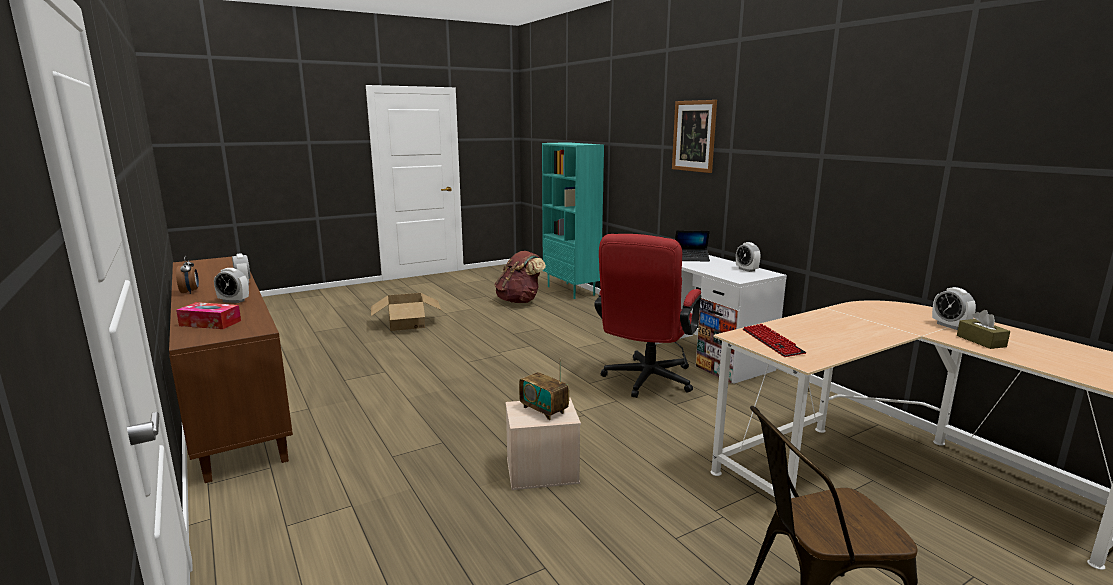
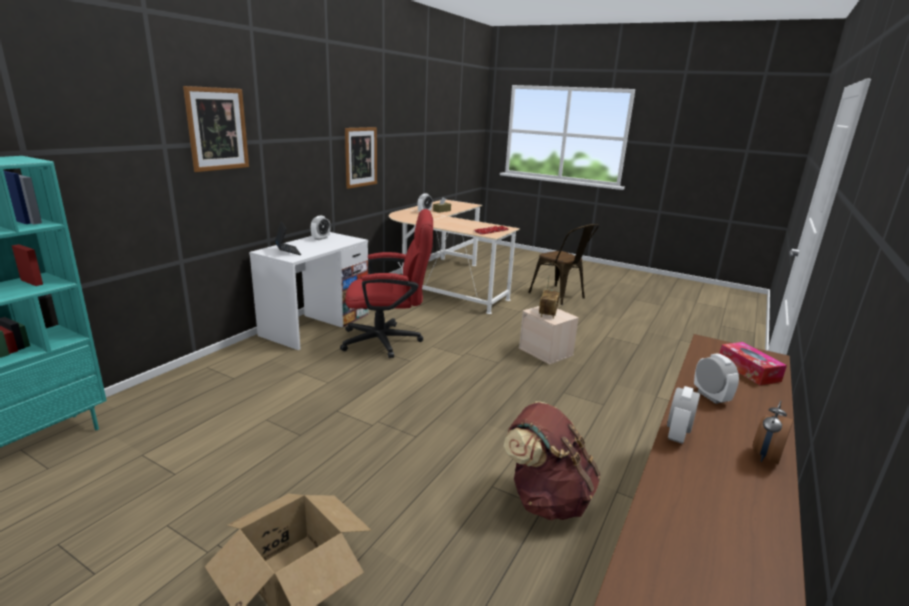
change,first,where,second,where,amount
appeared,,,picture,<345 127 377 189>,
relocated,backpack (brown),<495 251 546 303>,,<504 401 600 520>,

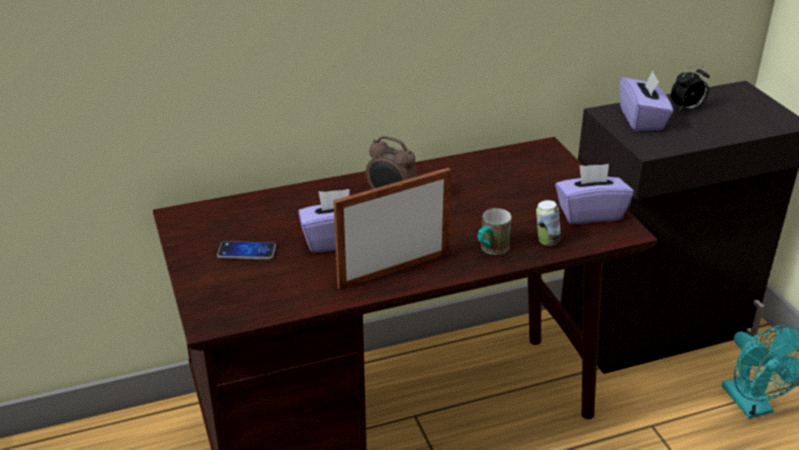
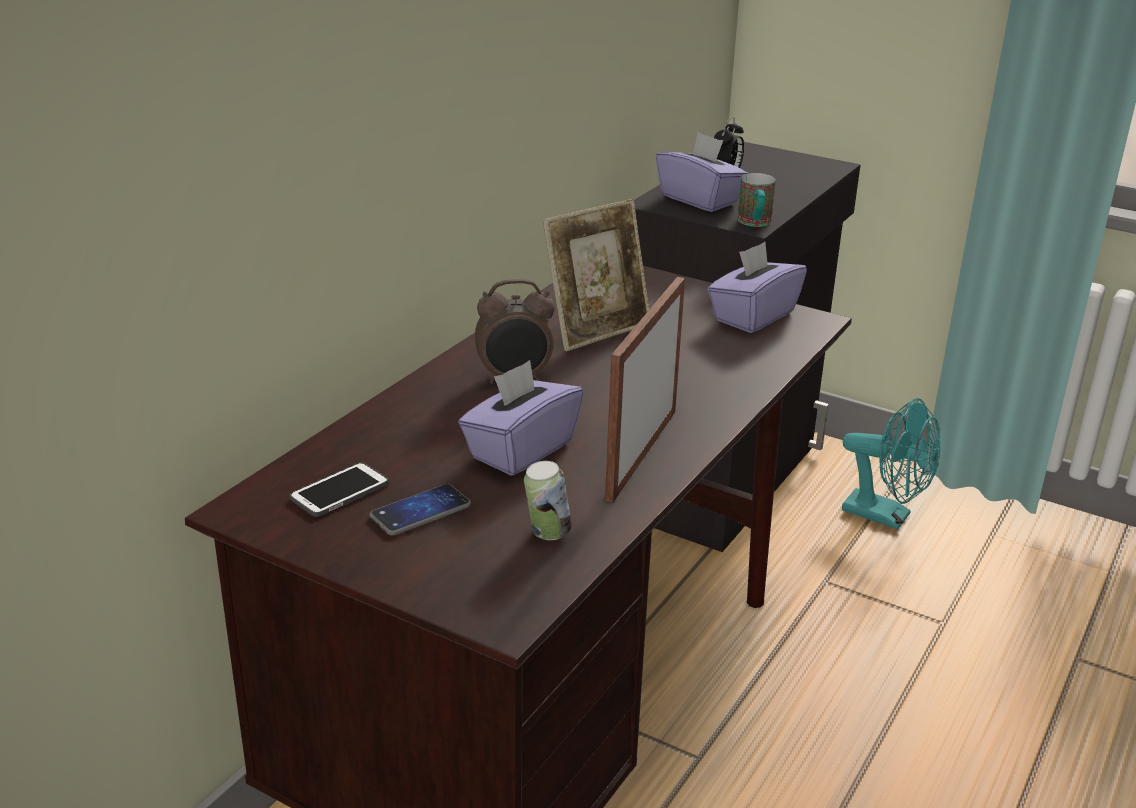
change,first,where,second,where,amount
appeared,,,phone,<289 462 389 517>,
relocated,can,<536 200 561 246>,,<524 461 572 540>,
appeared,,,picture frame,<543 199 649 351>,
relocated,mug,<478 208 512 255>,,<737 173 776 227>,

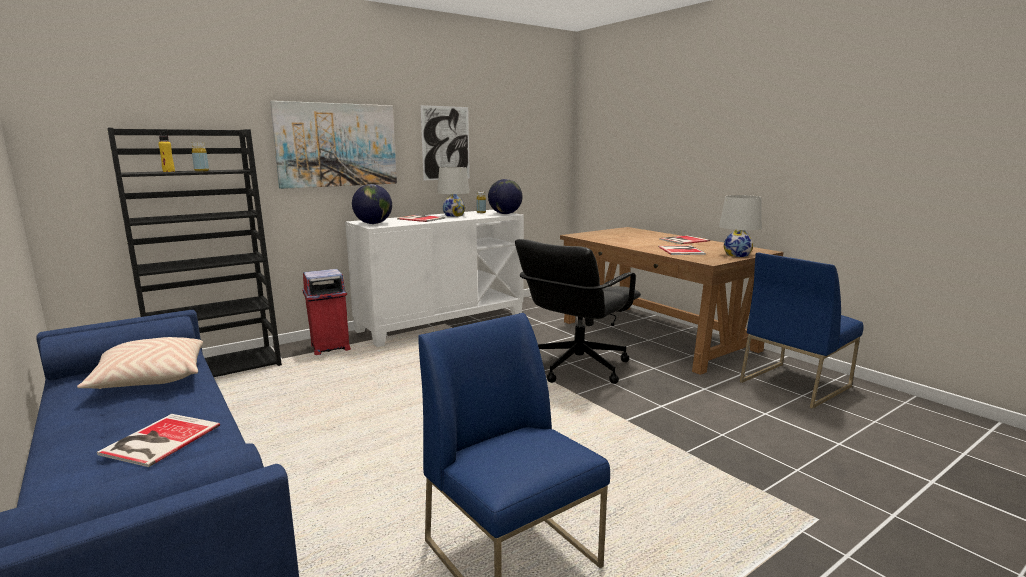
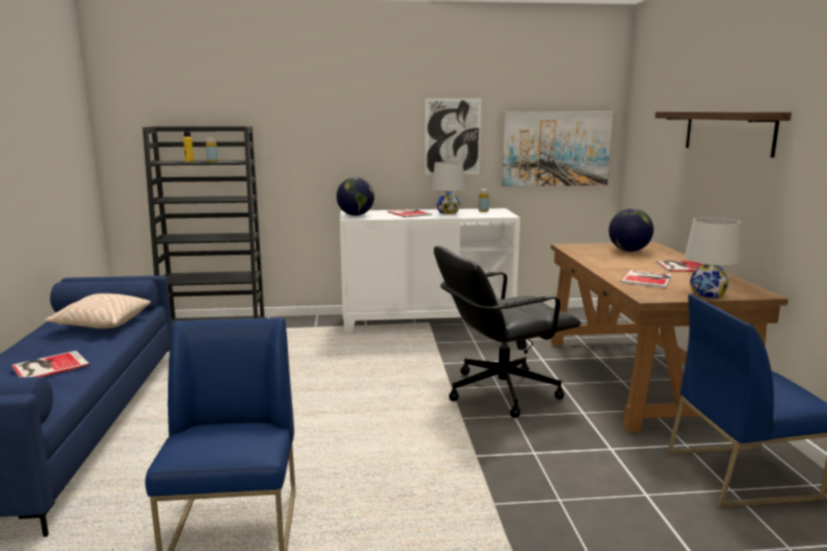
change,first,where,second,where,amount
relocated,picture,<270 101 397 189>,,<502 112 613 186>,
relocated,globe,<488 179 523 214>,,<609 208 654 252>,
appeared,,,shelf,<655 112 792 158>,
missing,trash can (red),<302 269 351 355>,,,

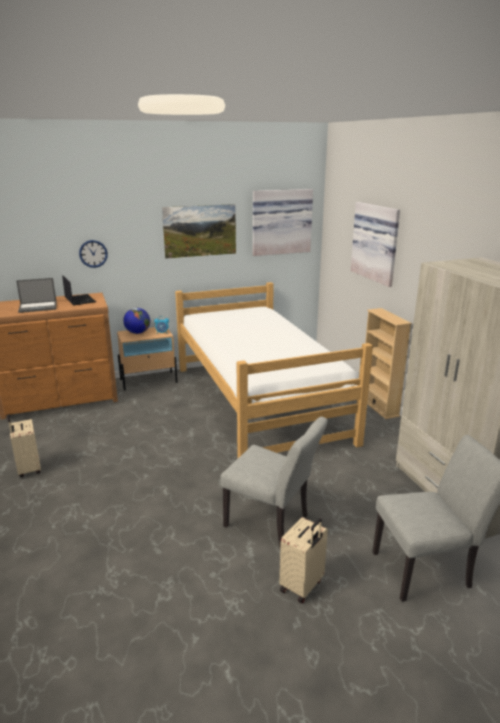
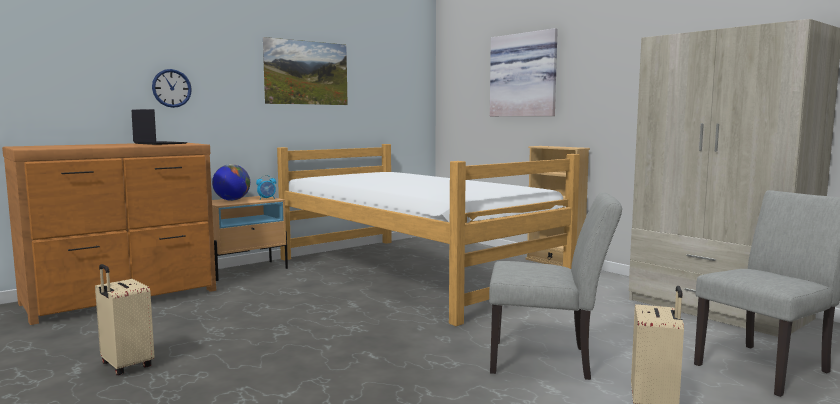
change,first,where,second,where,amount
missing,laptop,<16 278 57 313>,,,
missing,picture,<253 189 313 256>,,,

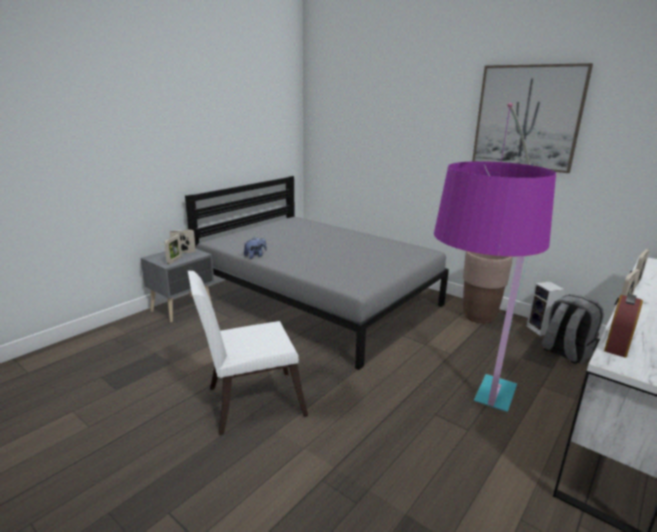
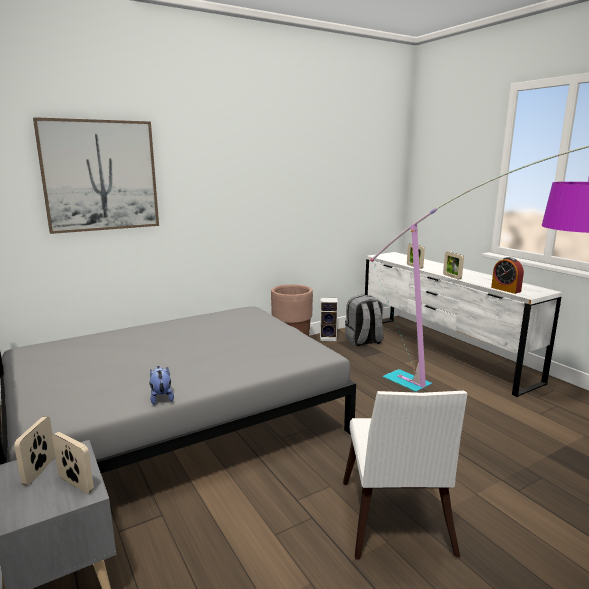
change,first,where,second,where,amount
relocated,picture,<472 63 593 173>,,<33 117 159 234>,

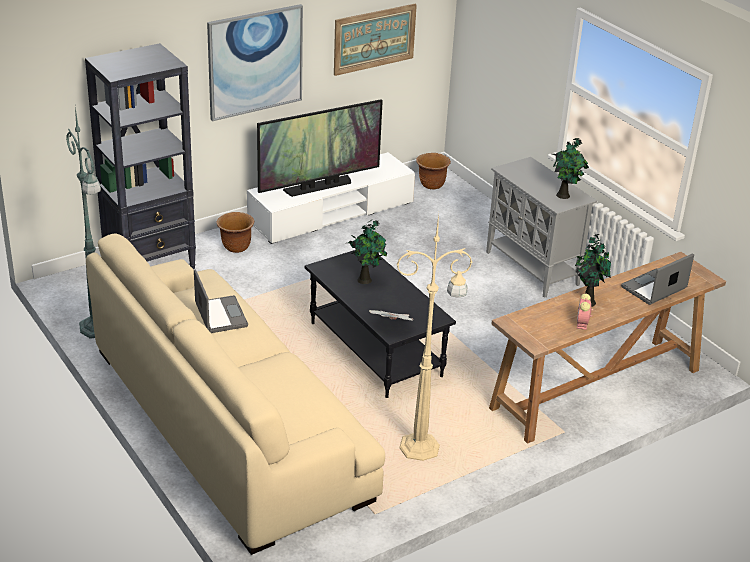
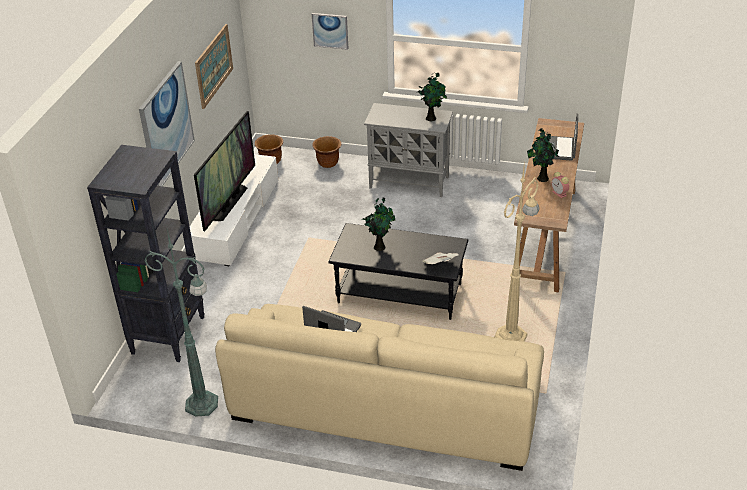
change,first,where,second,where,amount
appeared,,,picture,<312 13 348 50>,
relocated,planter (brown),<217 212 254 253>,,<312 136 341 168>,

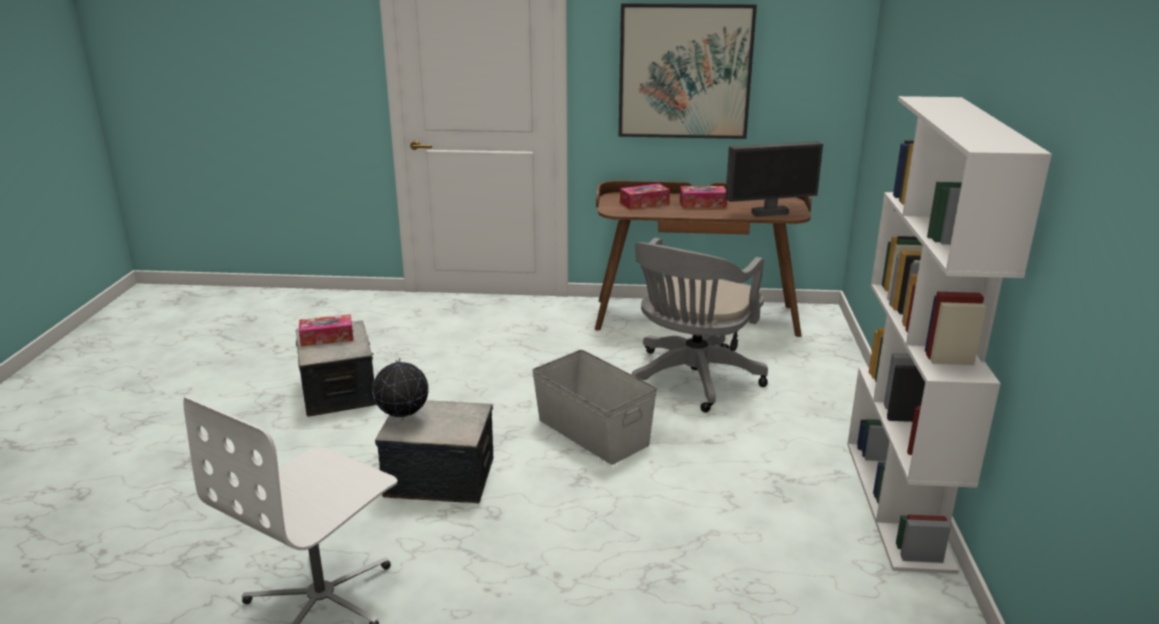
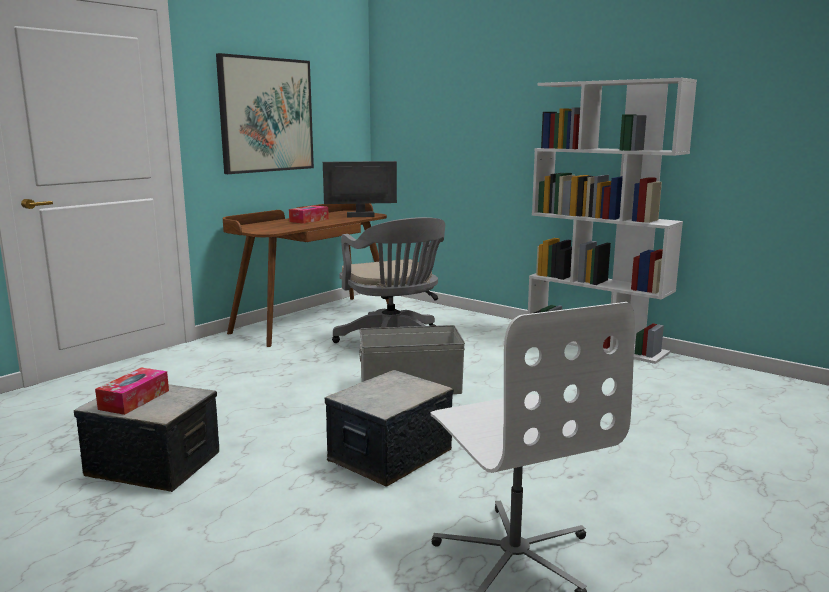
change,first,where,second,where,amount
spun,monitor,<725 141 823 217>,,<323 161 397 217>,120 degrees counterclockwise
missing,globe,<373 358 429 421>,,,
missing,tissue box,<620 184 670 209>,,,

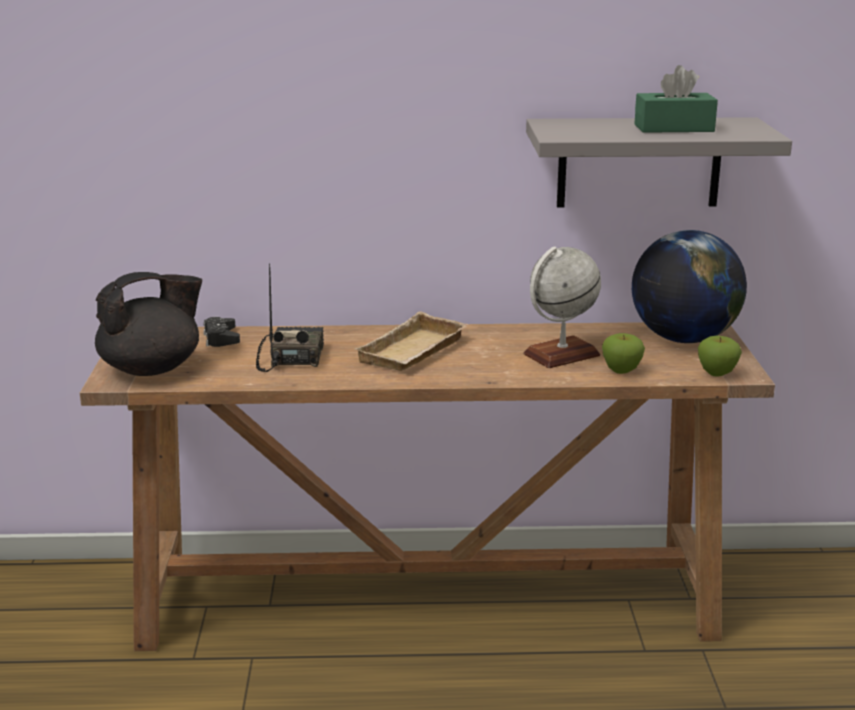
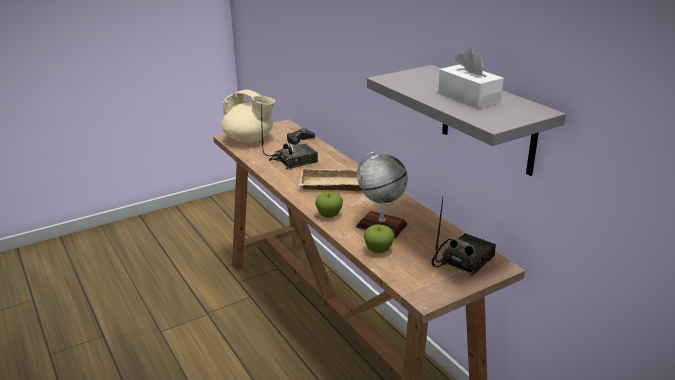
change,first,where,second,where,amount
colour,teapot (black),<95 272 202 376>,teapot (beige),<222 90 275 143>,
relocated,apple,<698 336 742 377>,,<315 192 343 218>,
exchanged,globe,<632 230 747 343>,radio,<431 198 496 276>,
colour,tissue box (green),<634 65 718 133>,tissue box (white),<438 48 504 109>,

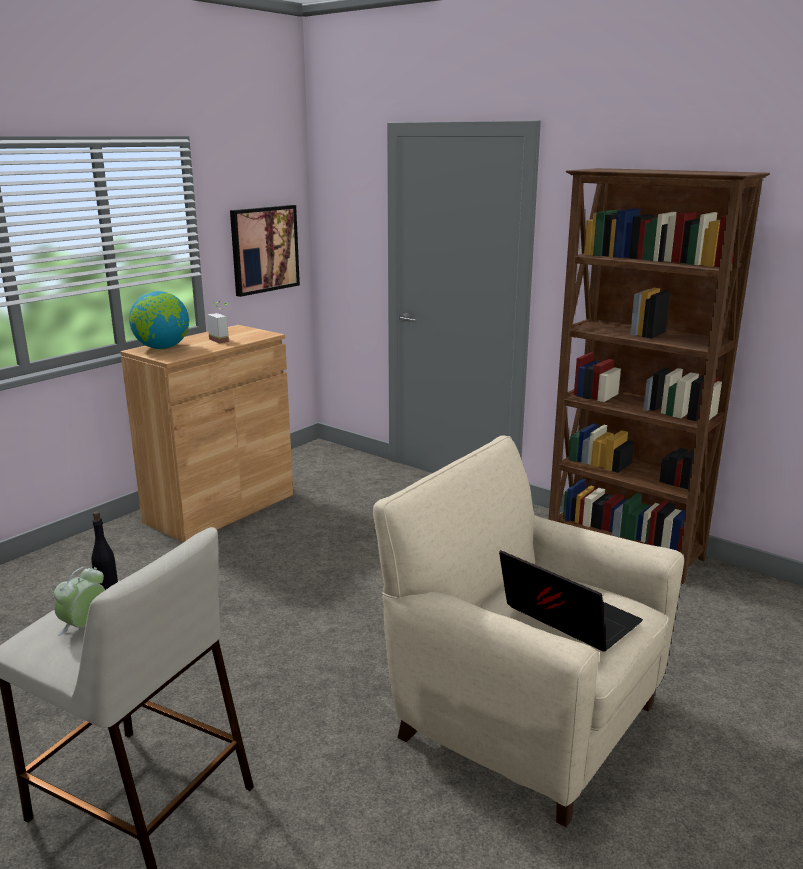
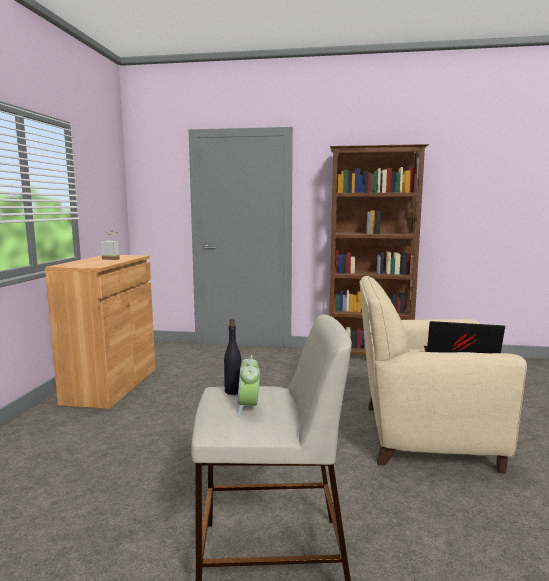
change,first,where,second,where,amount
missing,globe,<129 291 189 349>,,,
missing,picture,<230 205 300 297>,,,

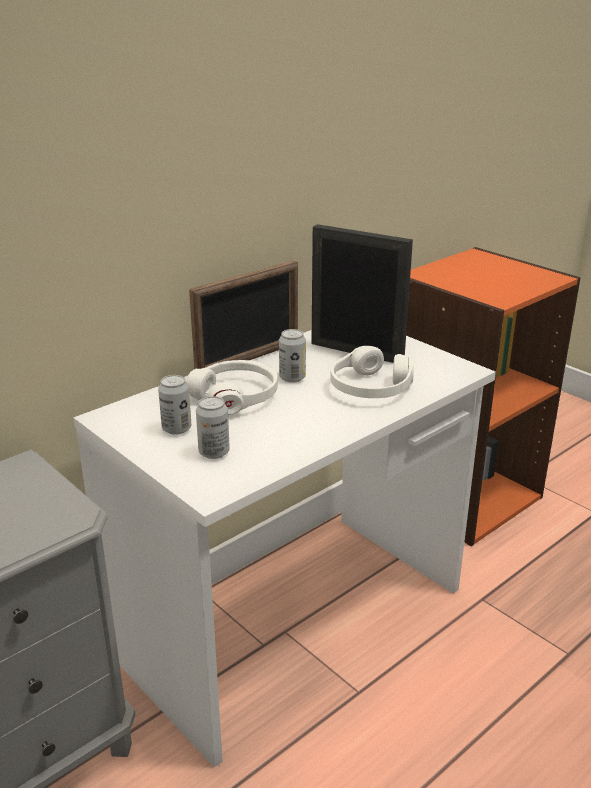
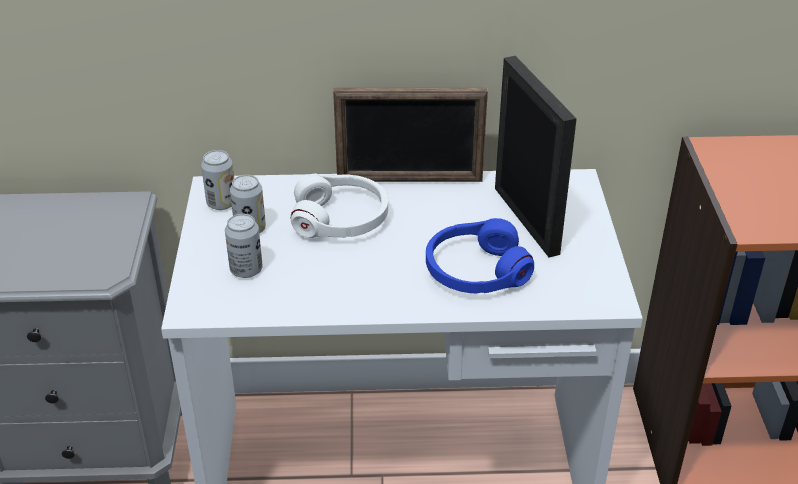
change,first,where,second,where,amount
relocated,can,<279 329 306 383>,,<201 150 234 210>,
colour,headphones (white),<330 346 414 398>,headphones (blue),<426 218 534 293>,

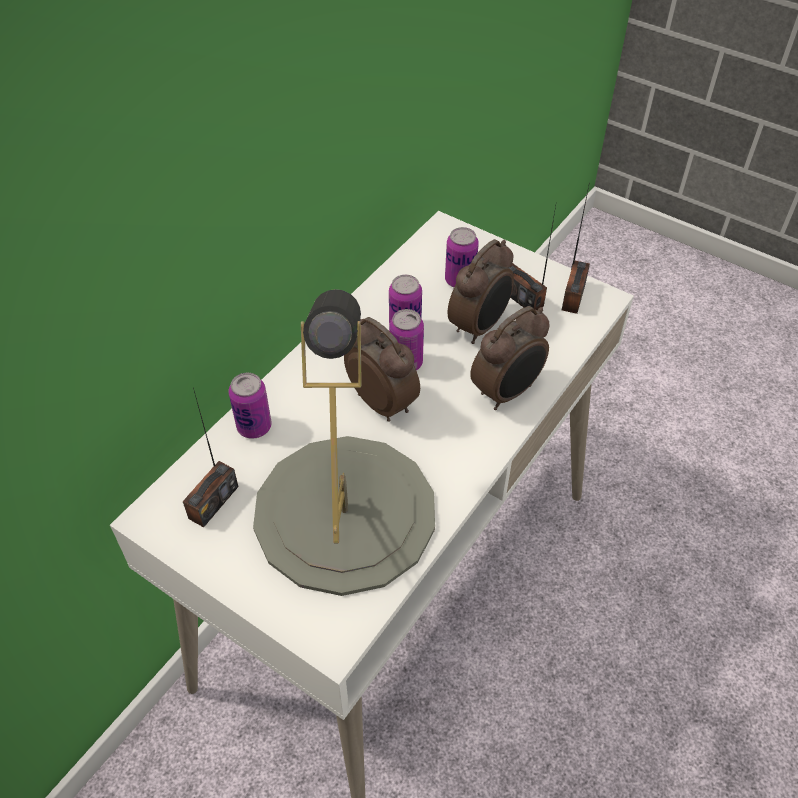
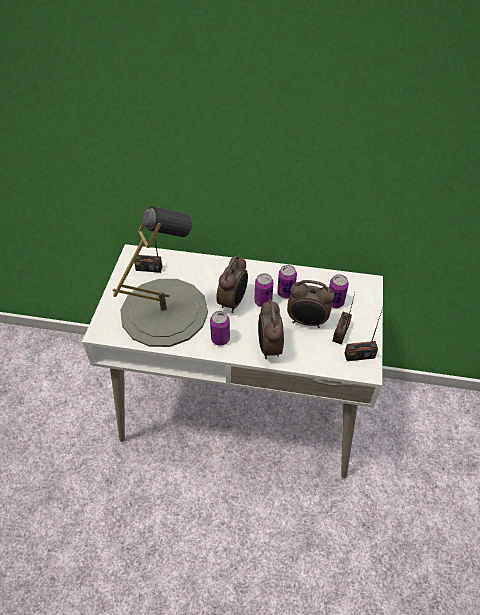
change,first,where,second,where,amount
relocated,can,<229 373 272 439>,,<210 311 230 346>,
spun,alarm clock,<470 306 550 410>,,<258 299 284 359>,60 degrees clockwise

